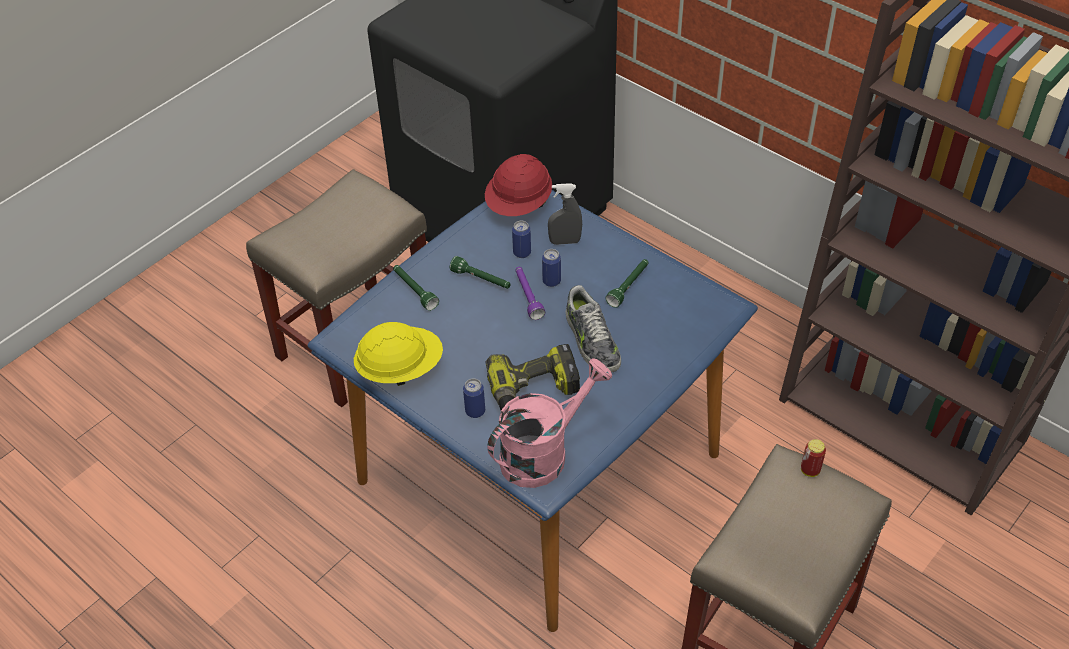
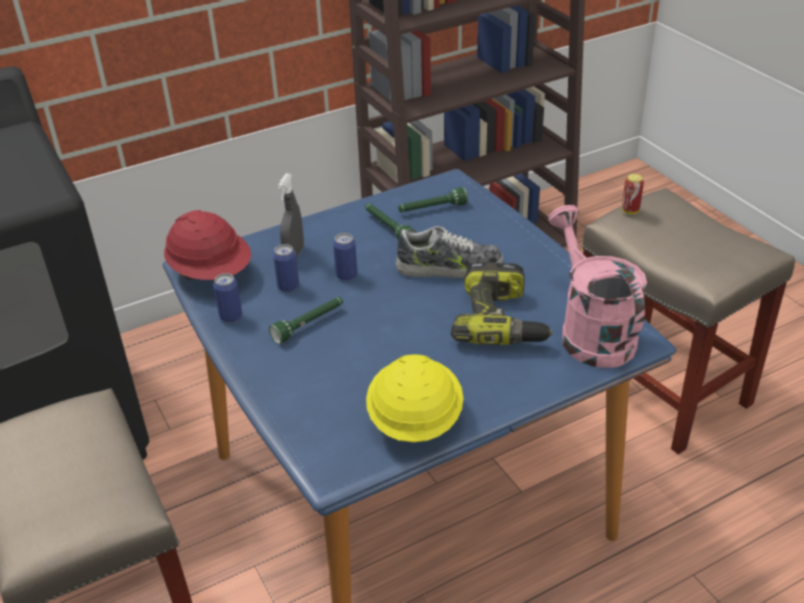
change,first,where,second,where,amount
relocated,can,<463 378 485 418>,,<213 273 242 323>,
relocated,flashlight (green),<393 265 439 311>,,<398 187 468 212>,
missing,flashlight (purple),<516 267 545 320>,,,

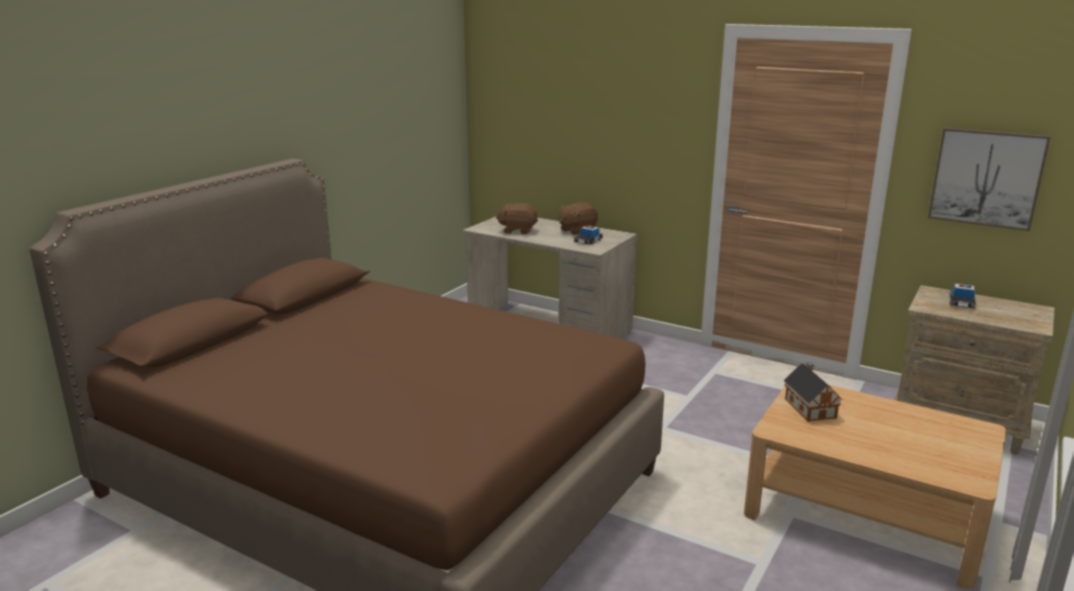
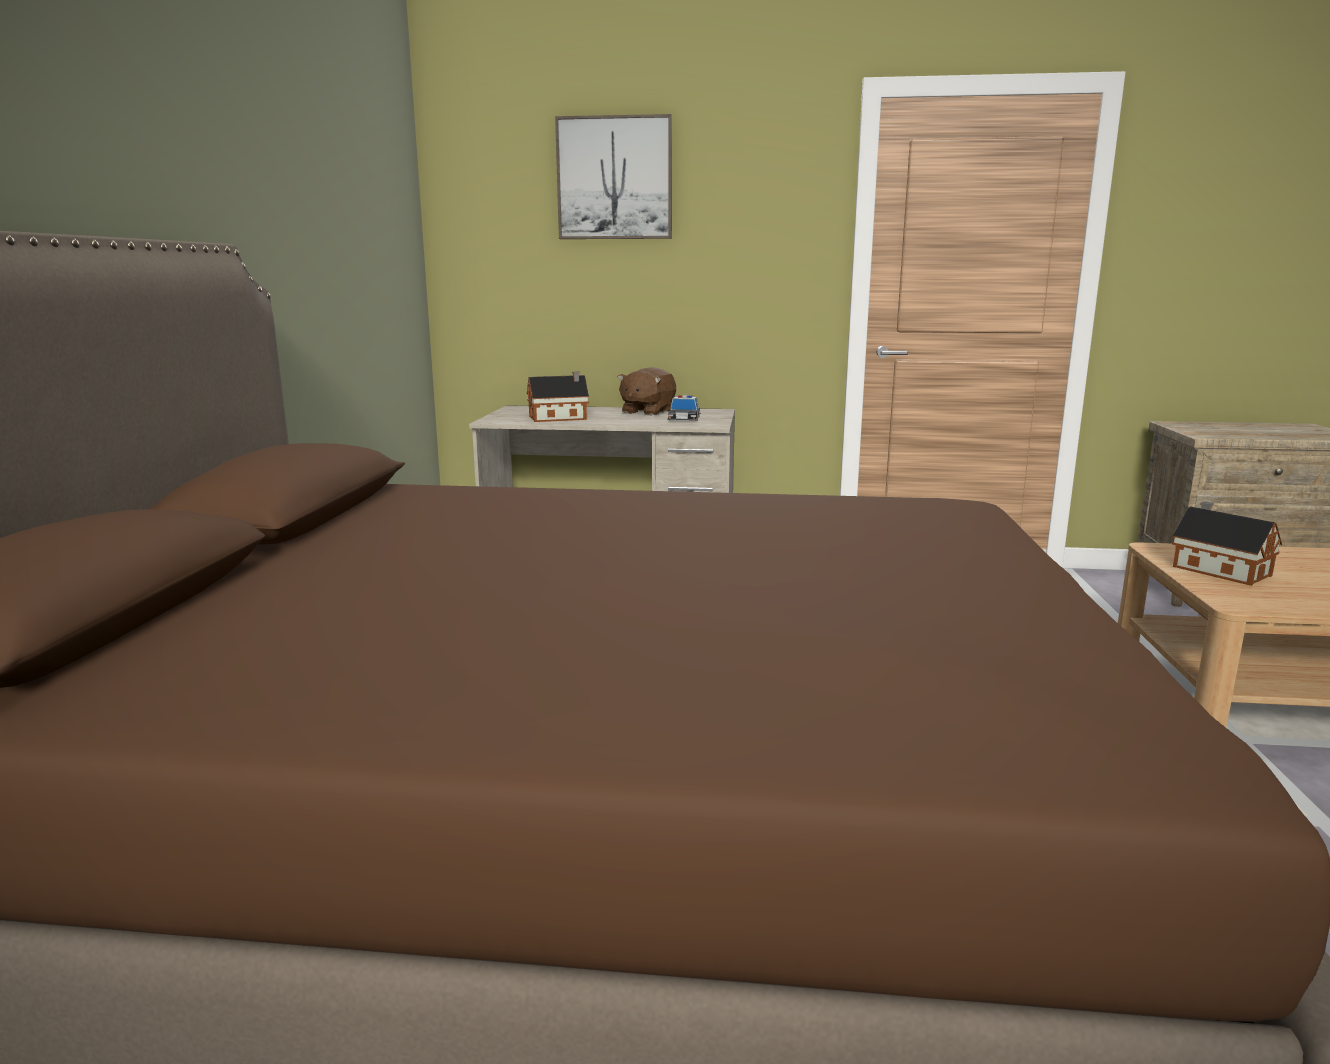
change,first,where,second,where,amount
exchanged,plush toy (brown),<496 203 538 234>,toy house,<527 371 589 422>,
relocated,picture,<928 127 1050 231>,,<555 114 672 239>,
missing,toy car,<949 283 976 309>,,,

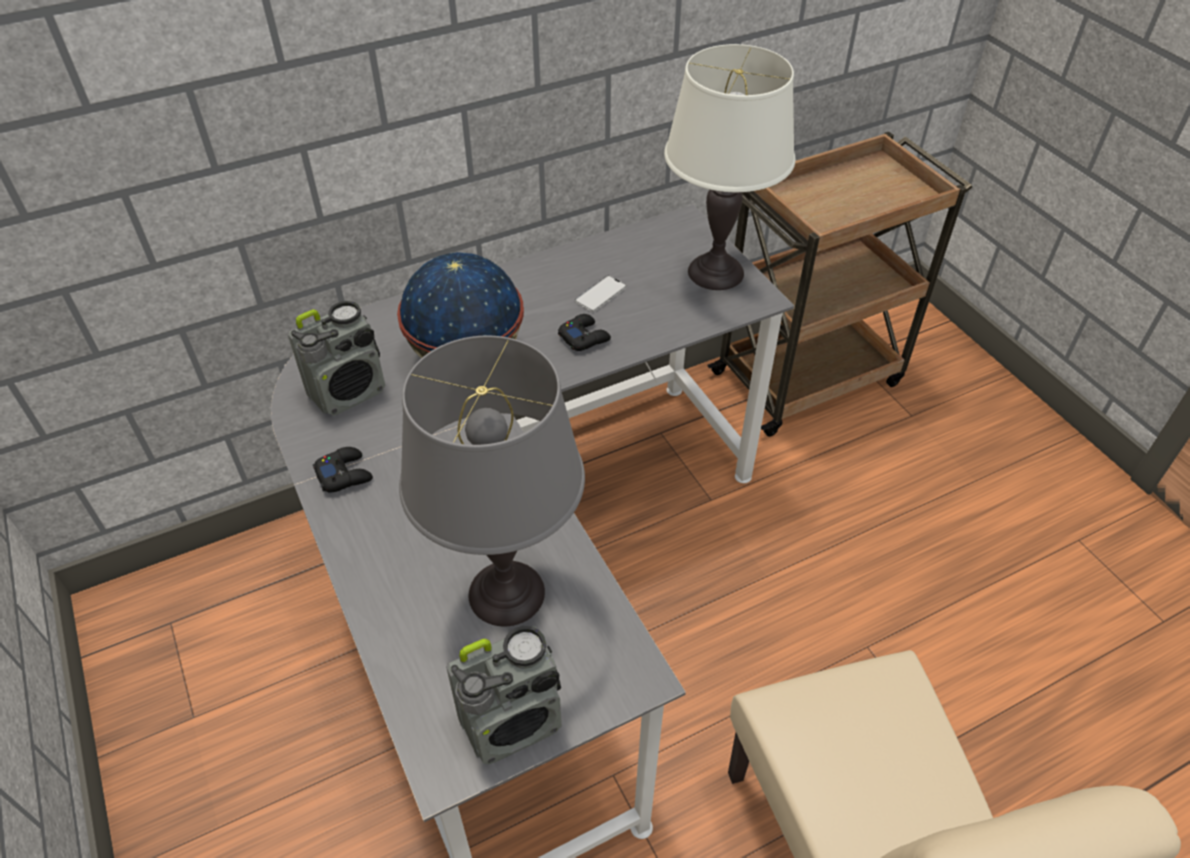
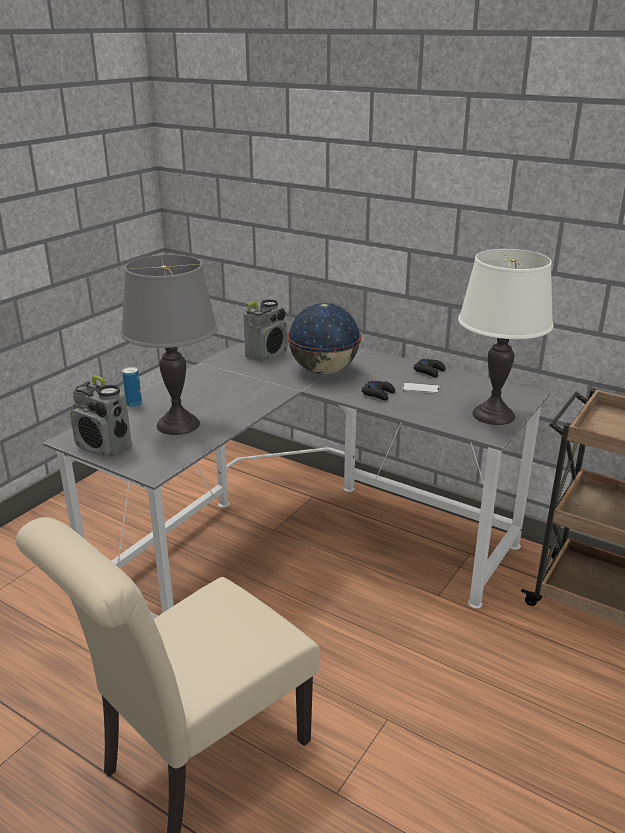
change,first,where,second,where,amount
appeared,,,can,<122 367 142 408>,
spun,radio,<288 301 385 416>,,<243 299 288 362>,75 degrees counterclockwise
relocated,game controller (black),<313 447 373 493>,,<413 359 446 377>,

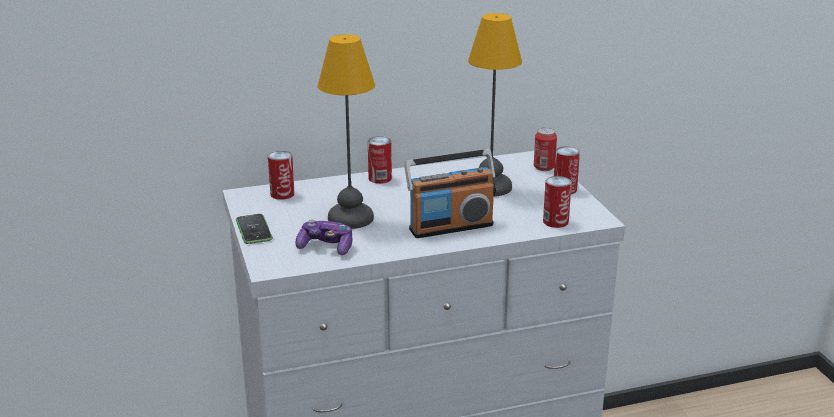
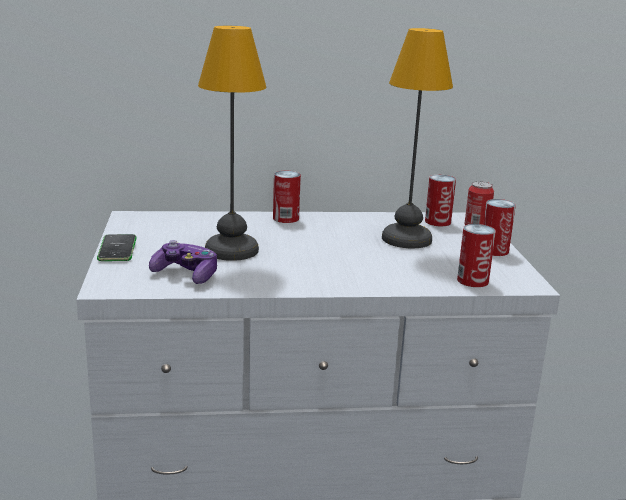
change,first,where,second,where,amount
relocated,can,<268 151 295 200>,,<425 175 456 226>,
missing,radio,<404 149 496 238>,,,

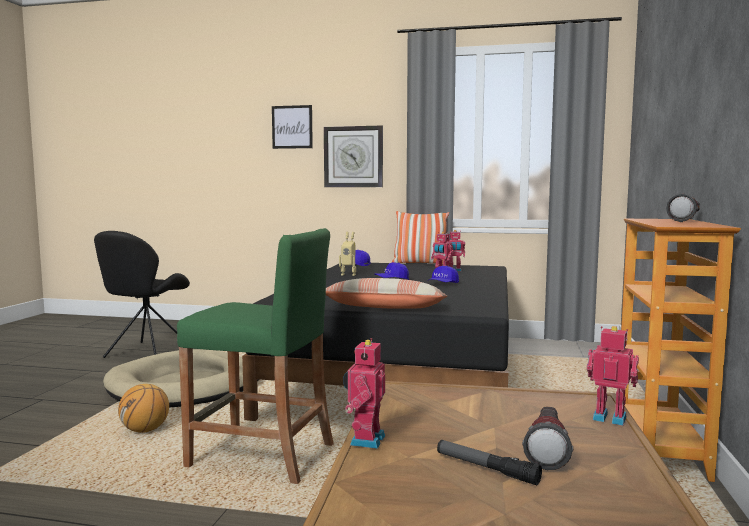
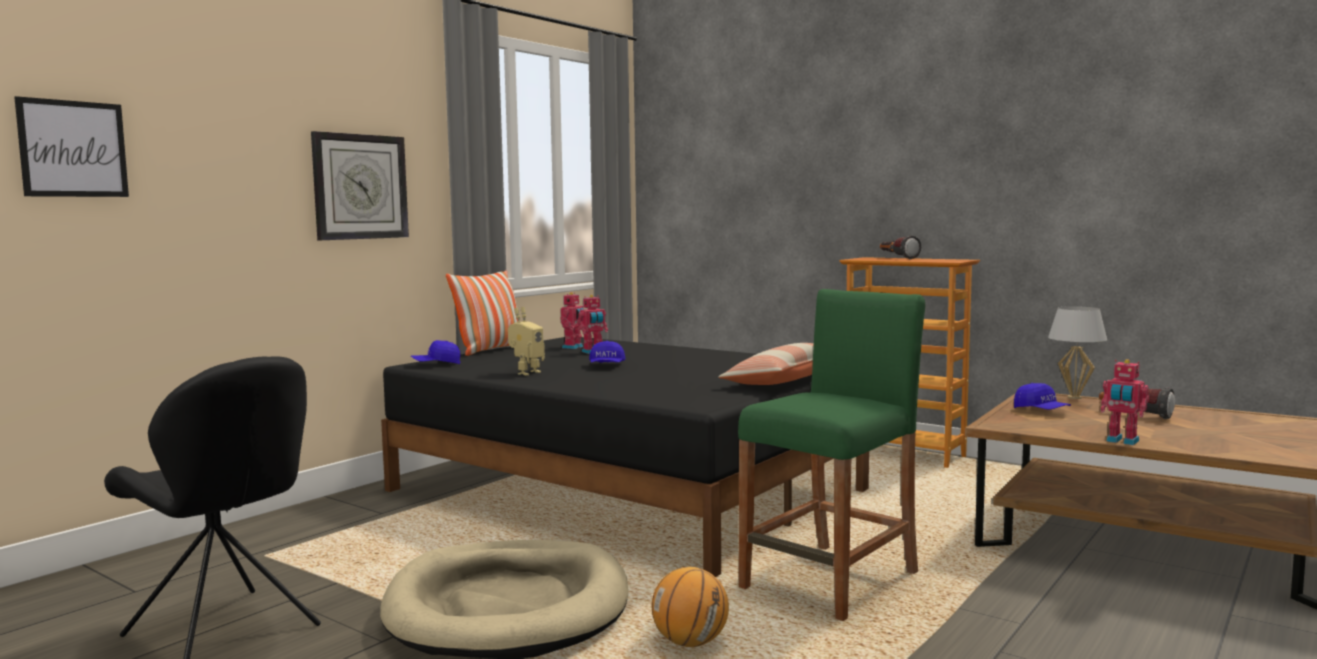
change,first,where,second,where,amount
relocated,picture,<272 105 313 149>,,<14 96 129 197>,
relocated,cap (blue),<427 266 459 283>,,<1014 383 1071 410>,
exchanged,toy robot,<587 326 639 426>,table lamp (white),<1048 306 1107 399>,
missing,flashlight,<437 440 542 485>,,,

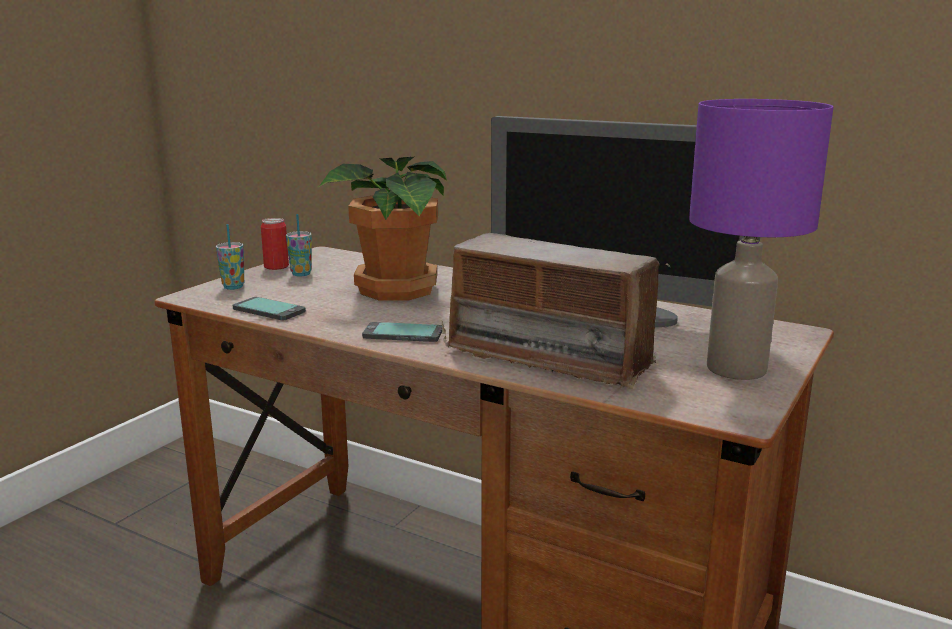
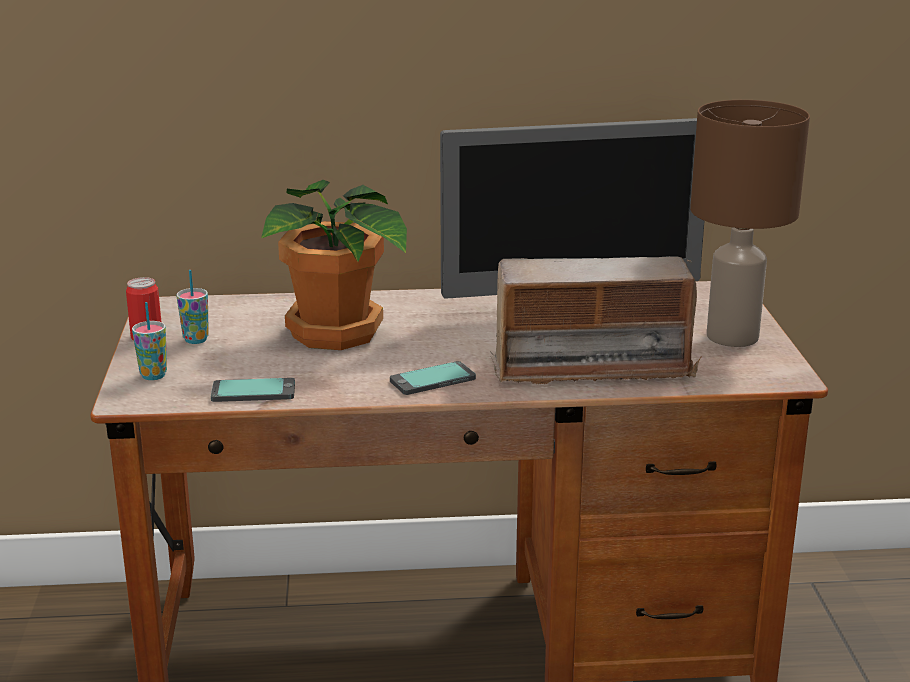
change,first,where,second,where,amount
colour,table lamp (purple),<689 99 833 380>,table lamp (brown),<690 100 810 347>,

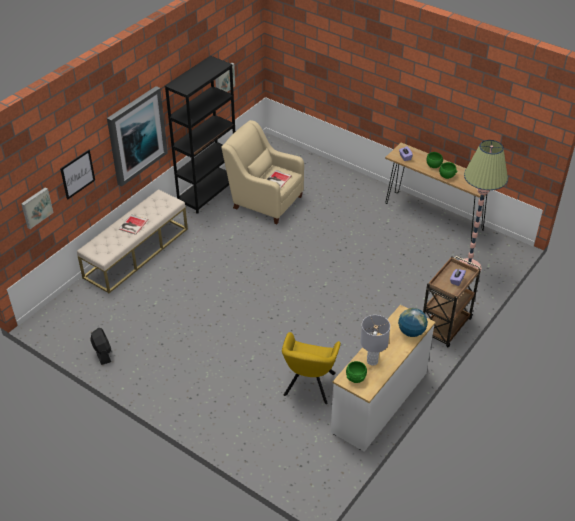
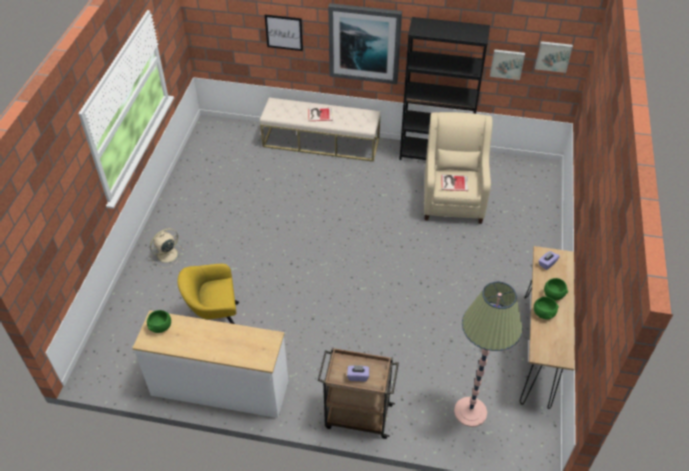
change,first,where,second,where,amount
appeared,,,fan (beige),<150 228 184 268>,
relocated,picture,<21 187 53 229>,,<535 41 573 73>,
missing,fan (black),<90 328 111 365>,,,
missing,table lamp (grey),<360 315 390 366>,,,
missing,globe,<398 308 428 337>,,,

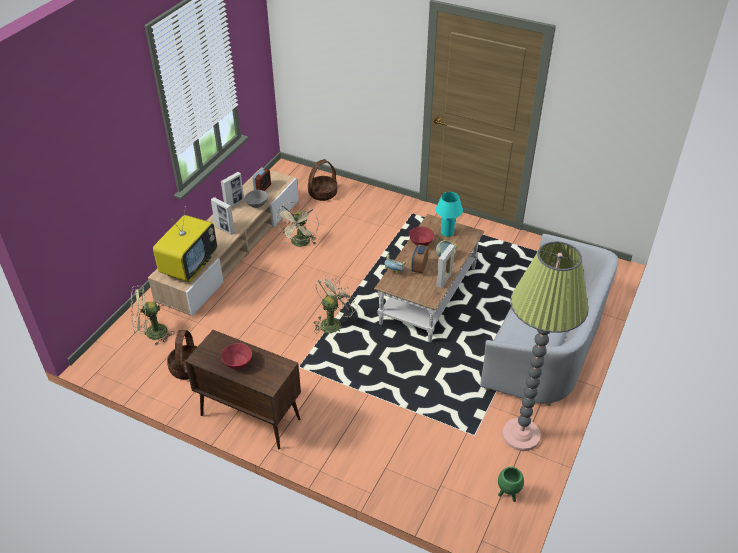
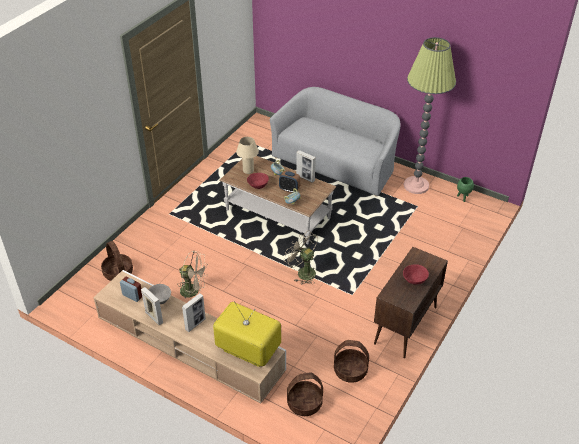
change,first,where,second,where,amount
colour,table lamp (turquoise),<436 192 463 237>,table lamp (beige),<236 137 259 174>,
exchanged,fan (green),<131 285 175 345>,basket,<287 373 323 416>,

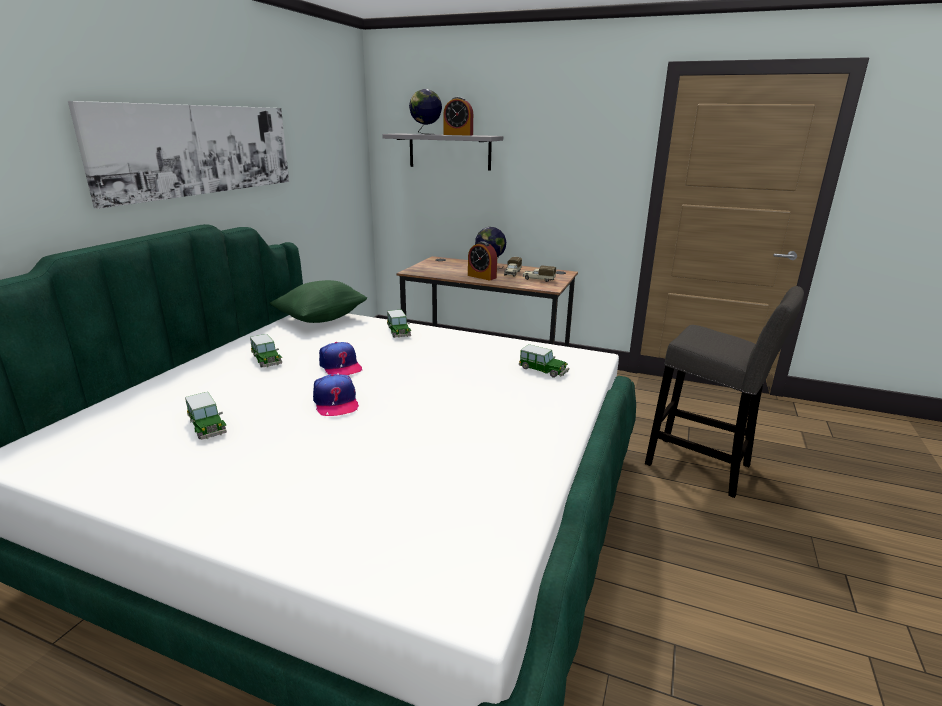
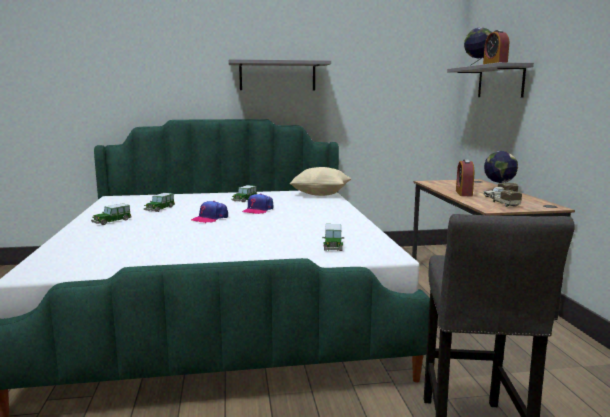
change,first,where,second,where,amount
relocated,toy car,<387 310 411 338>,,<91 203 131 225>,
exchanged,picture,<68 101 289 209>,shelf (grey),<229 59 331 90>,
colour,pillow (green),<270 280 367 323>,pillow (beige),<289 167 351 196>,

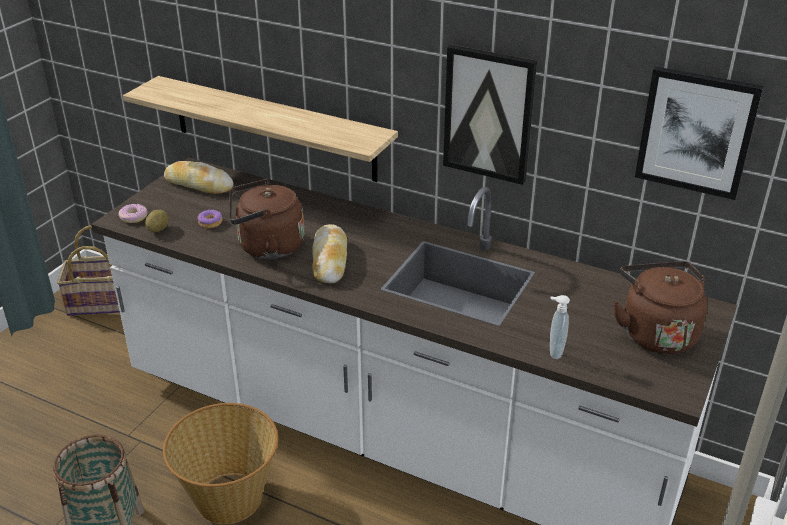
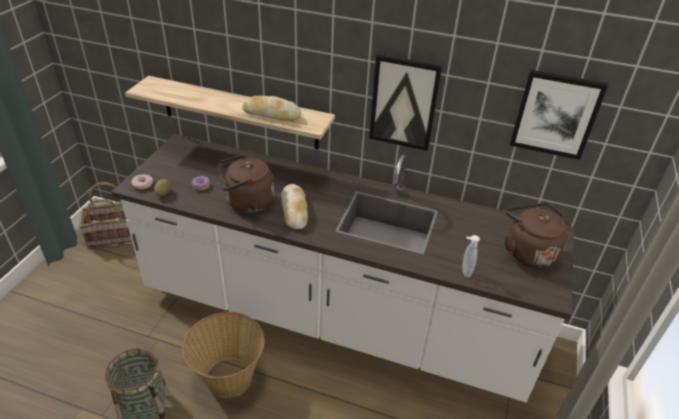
change,first,where,second,where,amount
relocated,bread,<164 161 234 194>,,<242 96 301 121>,

